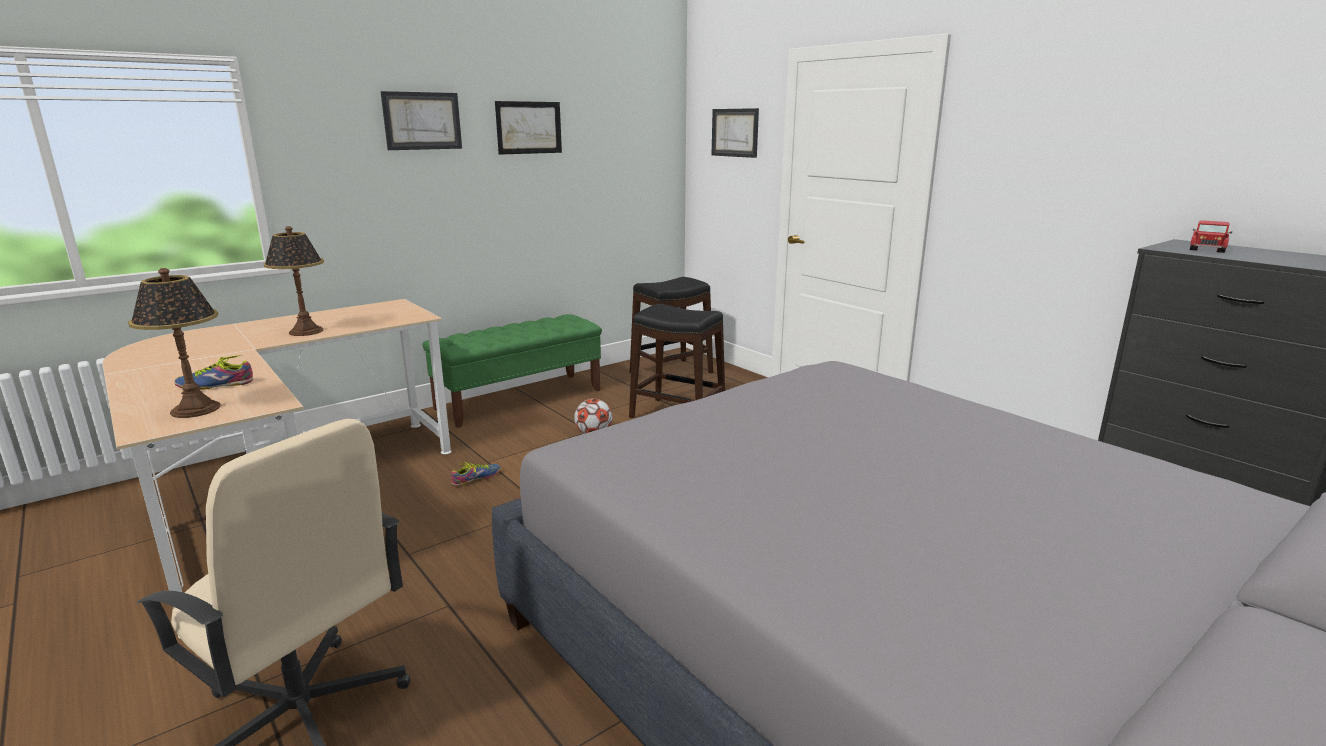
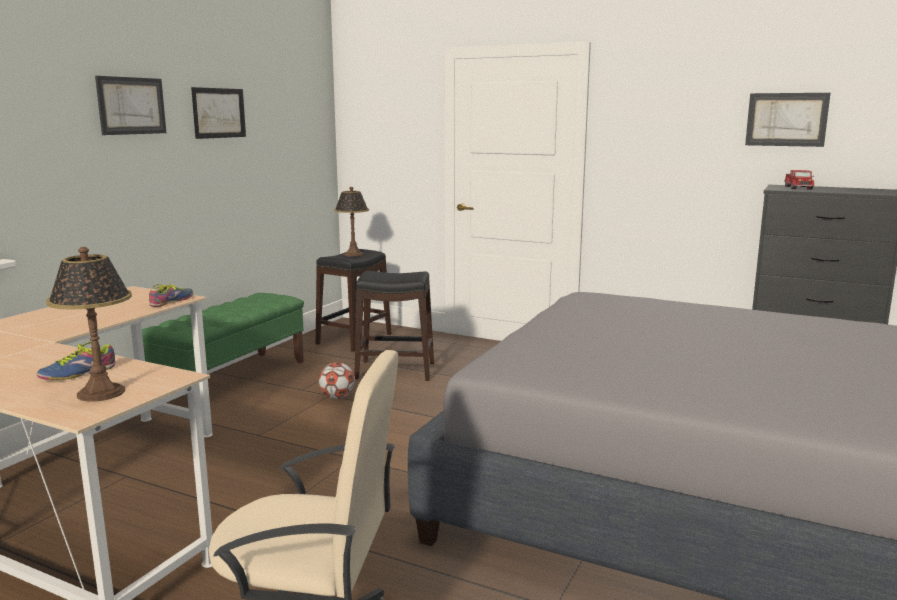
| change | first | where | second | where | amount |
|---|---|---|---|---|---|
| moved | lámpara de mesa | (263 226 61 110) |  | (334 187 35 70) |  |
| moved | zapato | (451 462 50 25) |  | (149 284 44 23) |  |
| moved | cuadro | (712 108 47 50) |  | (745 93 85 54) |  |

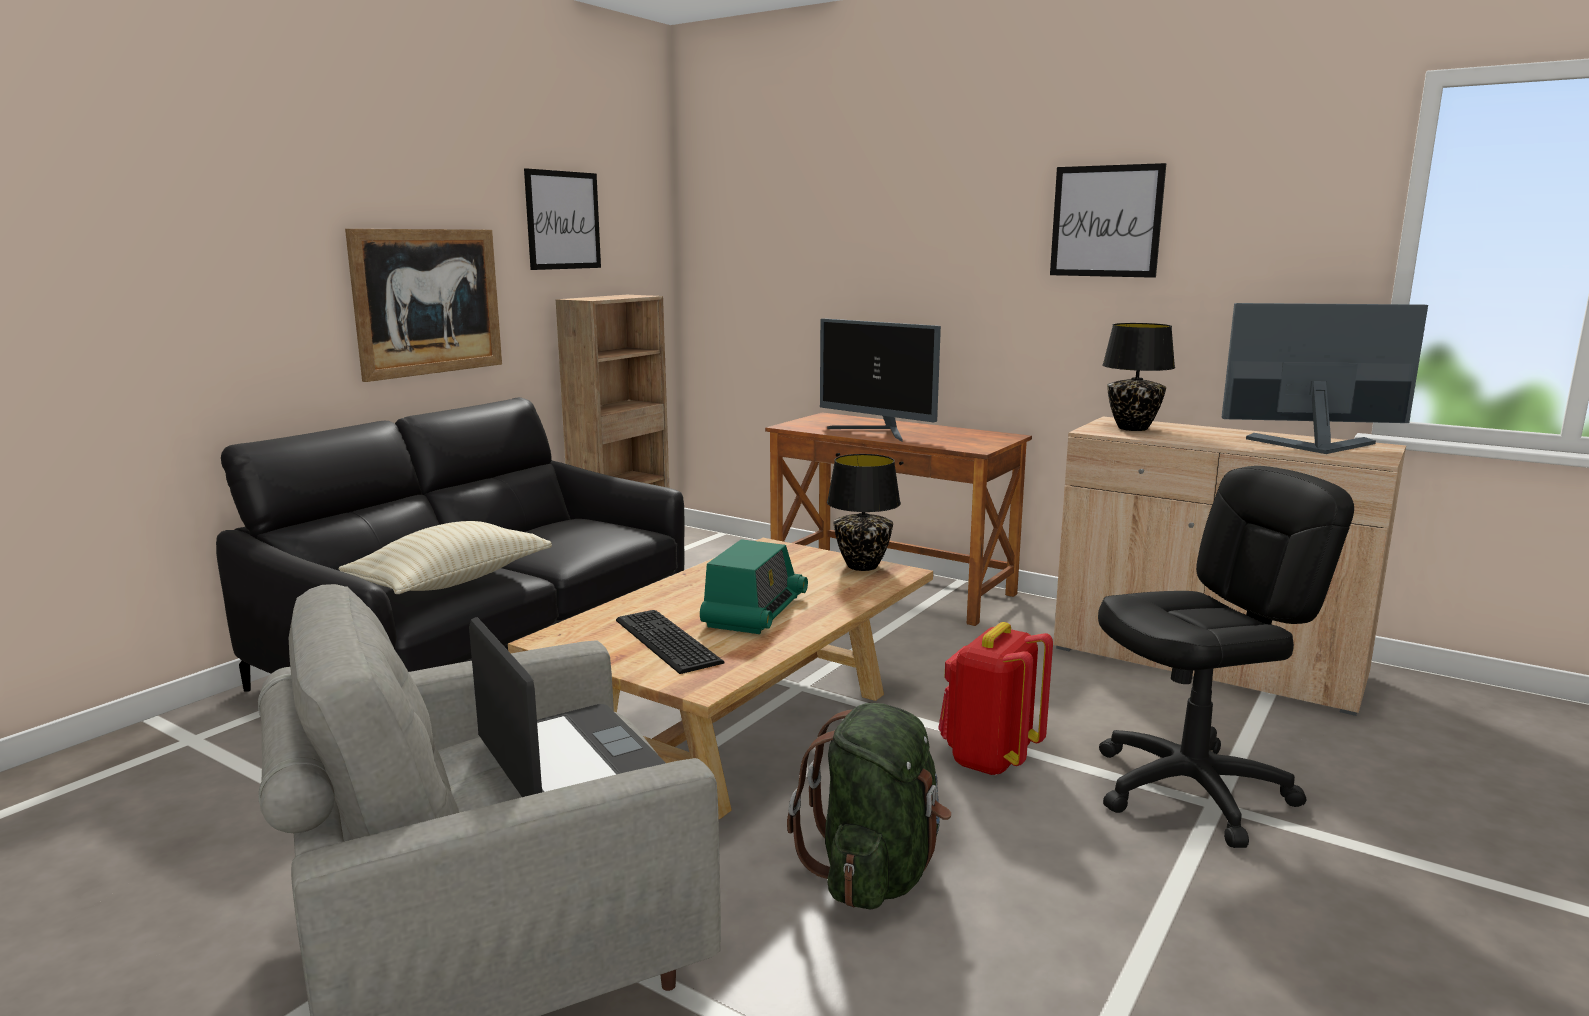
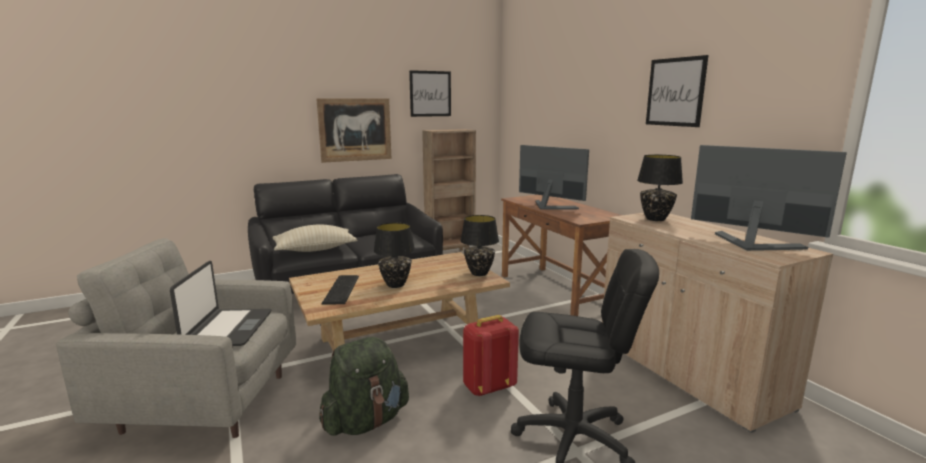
| change | first | where | second | where | amount |
|---|---|---|---|---|---|
| replaced | radio | (700 539 108 95) | lámpara de mesa/negro | (374 223 41 65) |  |
| turned | monitor | (820 318 121 124) |  | (519 145 70 65) | 150 degrees clockwise |

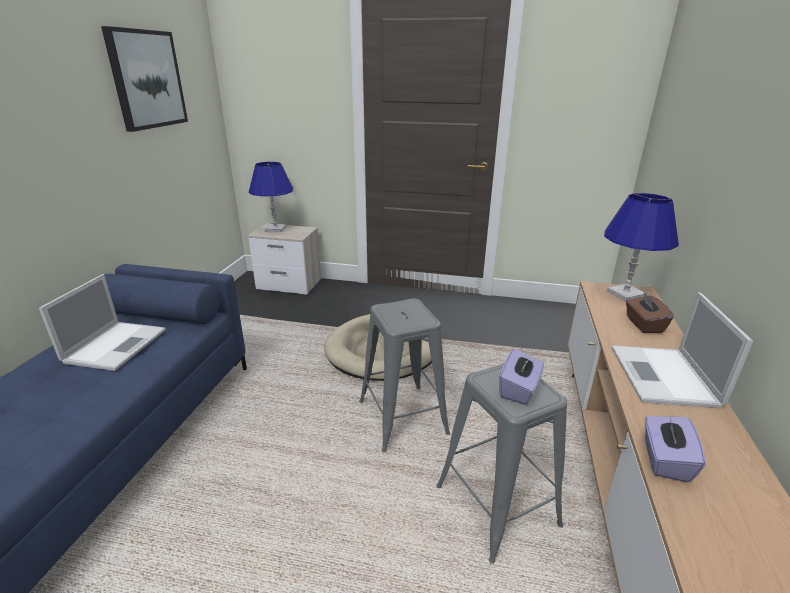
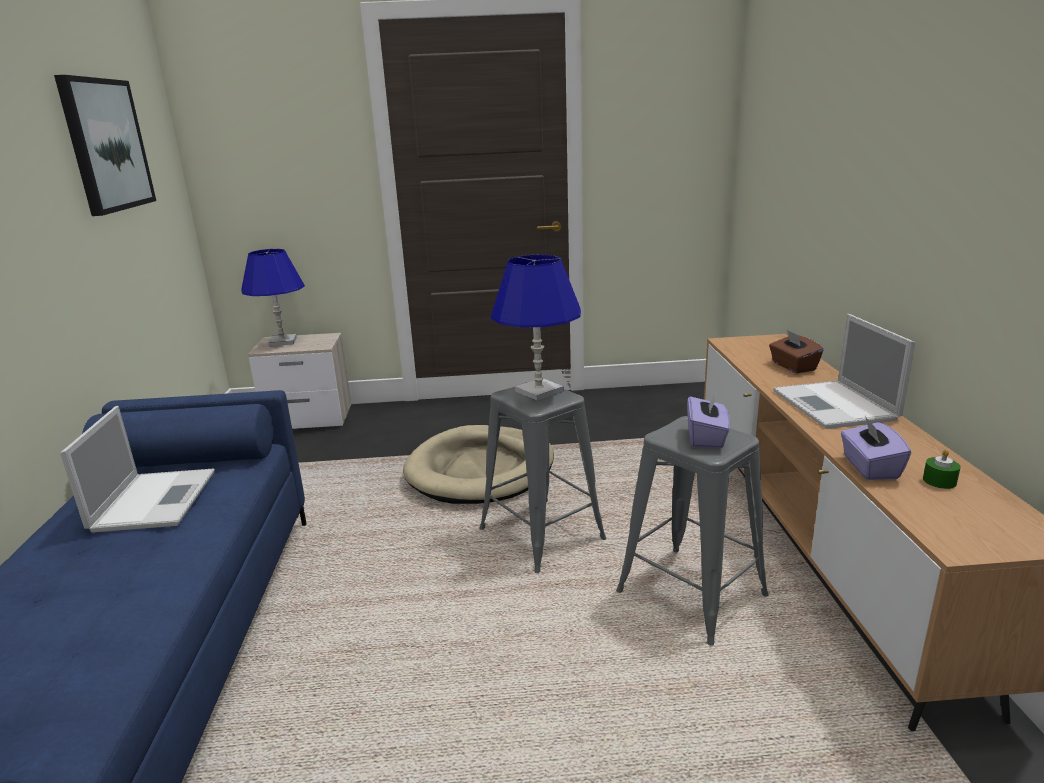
| change | first | where | second | where | amount |
|---|---|---|---|---|---|
| added |  |  | vela/verde | (923 449 38 40) |  |
| moved | lámpara de mesa/azul | (604 193 75 108) |  | (491 254 90 147) |  |

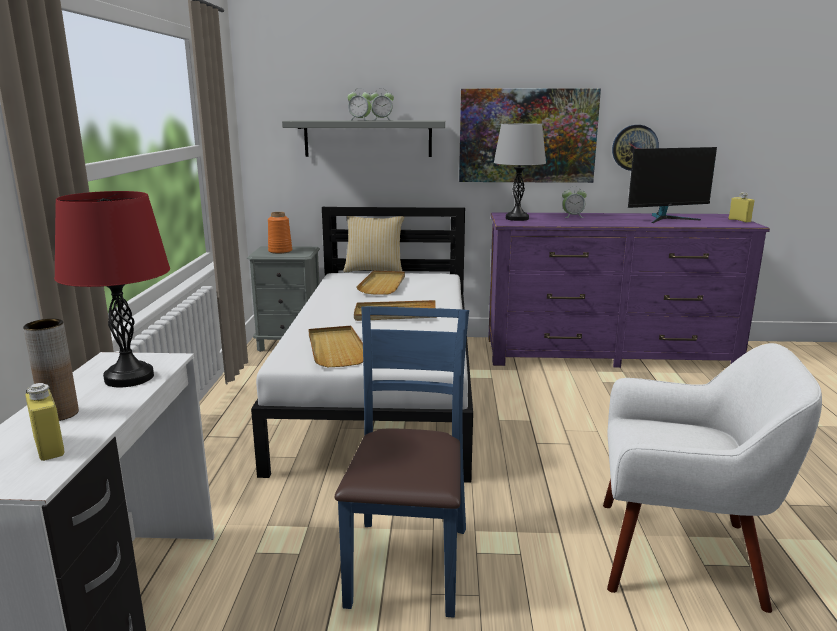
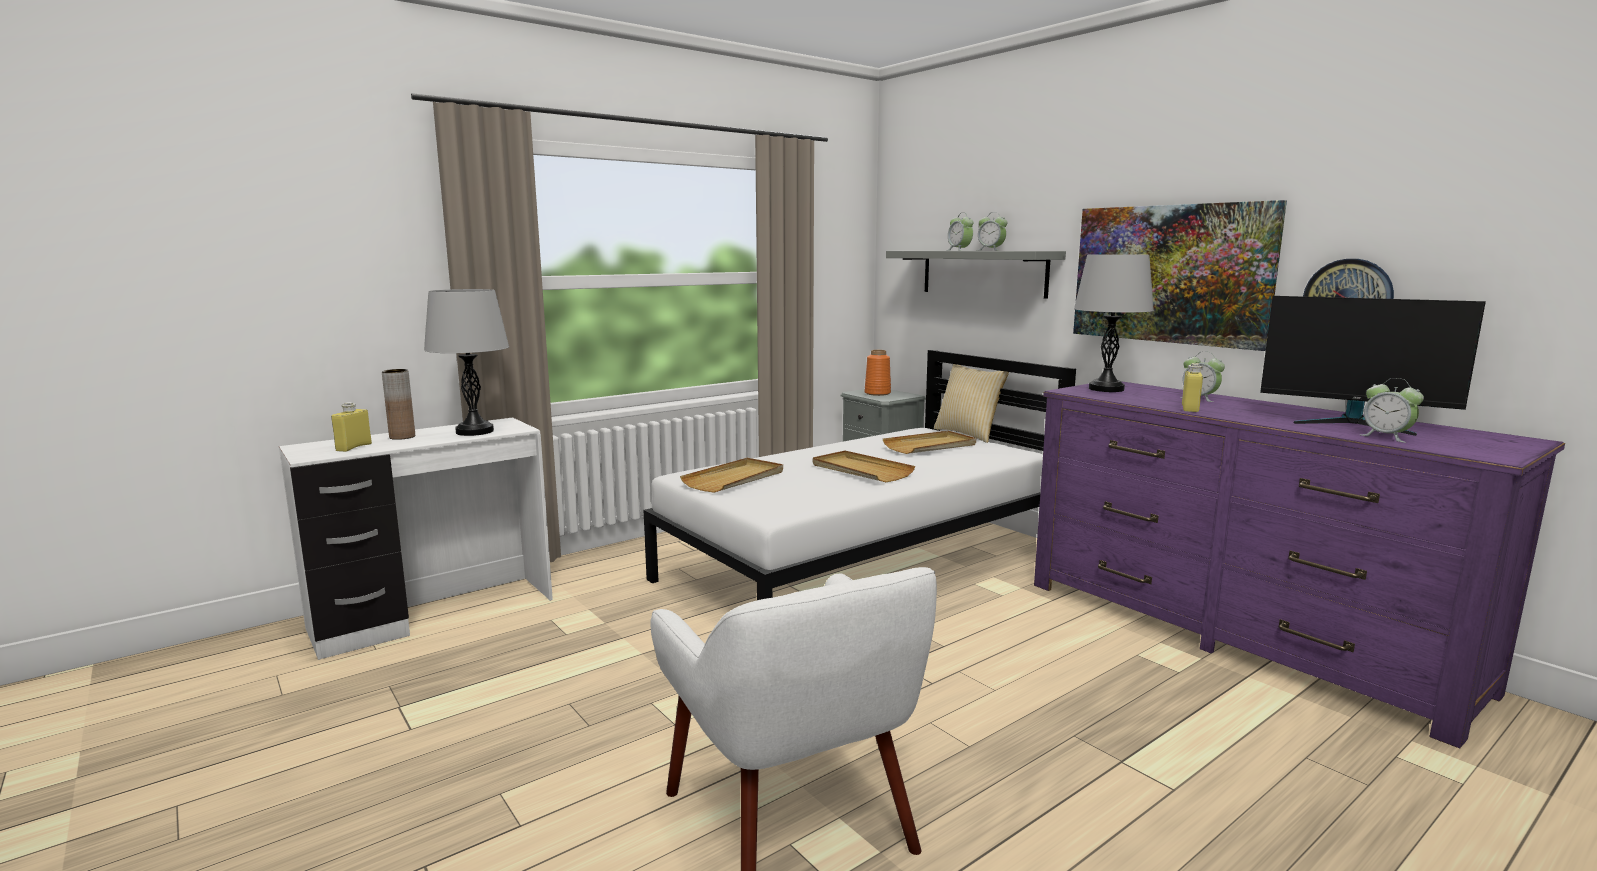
| change | first | where | second | where | amount |
|---|---|---|---|---|---|
| removed | silla/azul | (334 306 135 312) |  |  |  |
| added |  |  | despertador | (1360 378 64 65) |  |
| moved | botella/amarillo | (729 192 25 31) |  | (1182 363 21 49) |  |
| recoloured | lámpara de mesa/rojo | (54 191 116 196) | lámpara de mesa/gris | (424 289 85 147) |  |

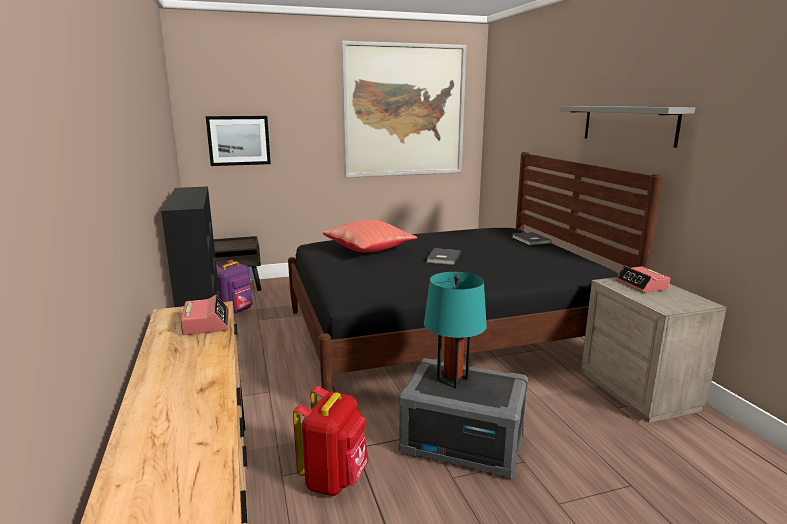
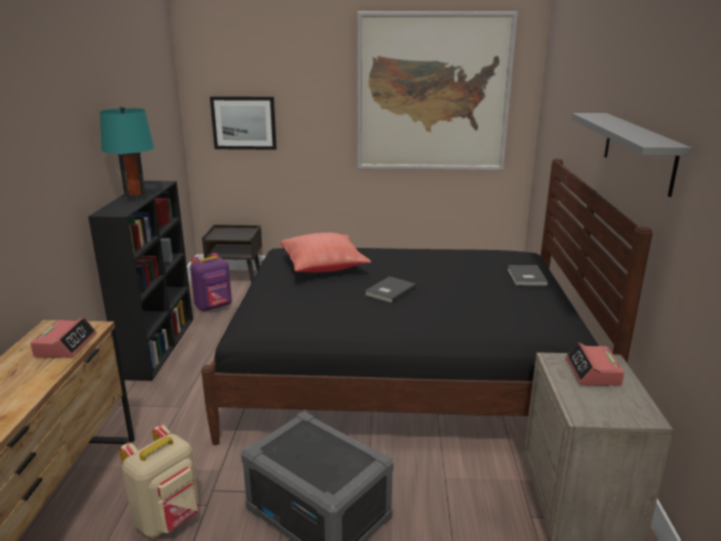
| change | first | where | second | where | amount |
|---|---|---|---|---|---|
| moved | lámpara de mesa/turquesa | (424 272 63 116) |  | (100 106 54 95) |  |
| recoloured | mochila/rojo | (293 386 76 110) | mochila/beis | (120 425 79 113) |  |

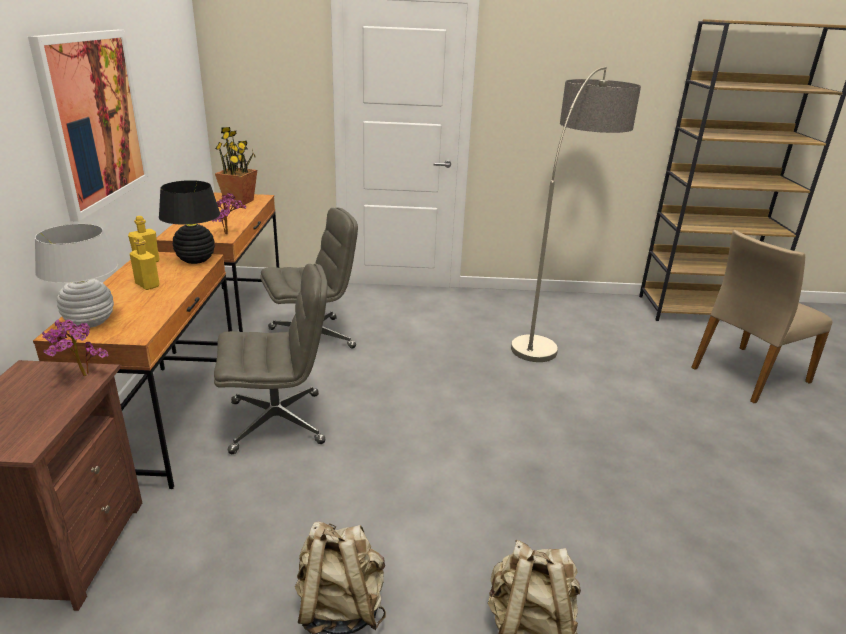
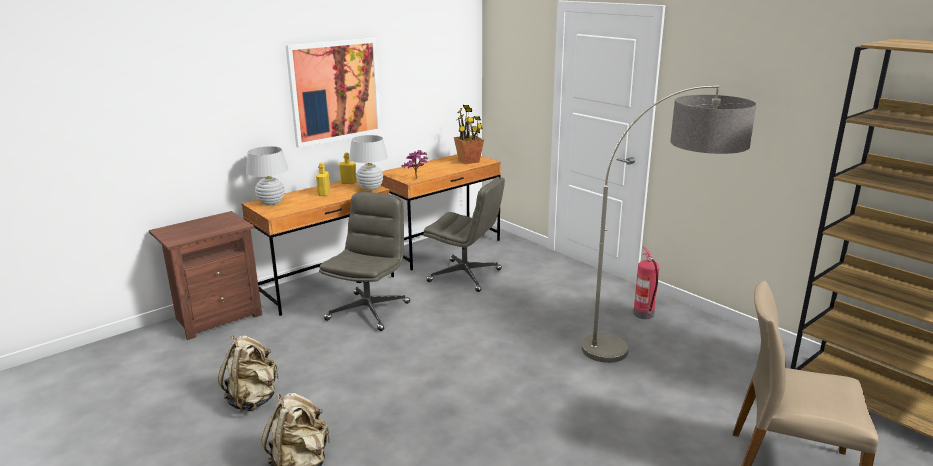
| change | first | where | second | where | amount |
|---|---|---|---|---|---|
| removed | planta en maceta | (42 319 66 57) |  |  |  |
| added |  |  | extintor | (633 247 26 72) |  |
| recoloured | lámpara de mesa/negro | (159 180 61 84) | lámpara de mesa/blanco | (349 135 39 56) |  |
| turned | silla de oficina/gris | (214 264 113 190) |  | (319 192 91 139) | 105 degrees counterclockwise |

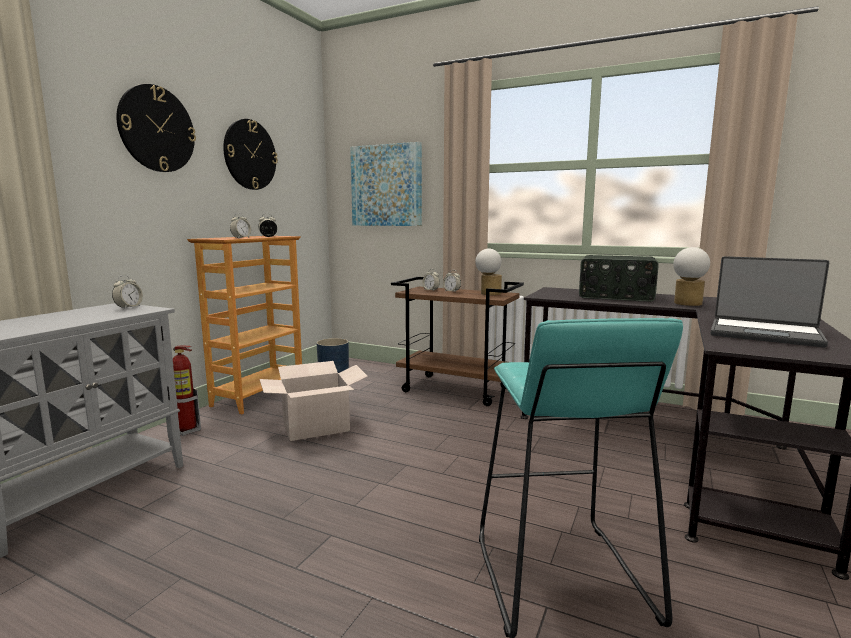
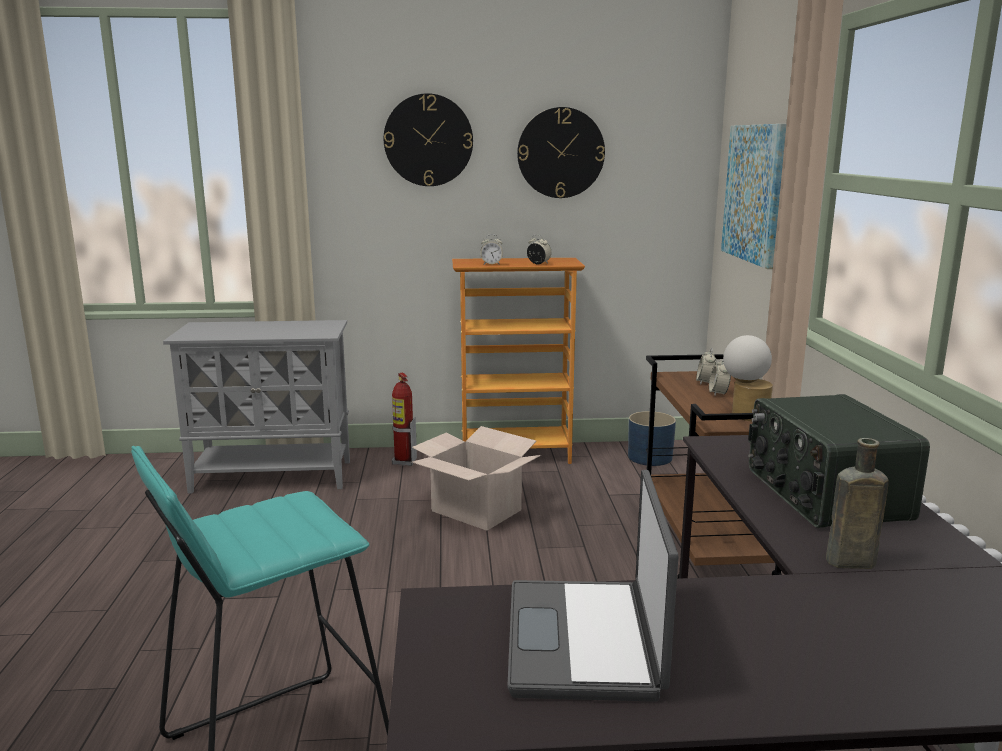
| change | first | where | second | where | amount |
|---|---|---|---|---|---|
| removed | despertador | (112 275 31 34) |  |  |  |
| replaced | lámpara de mesa | (673 247 37 59) | botella/marrón | (826 438 63 131) |  |

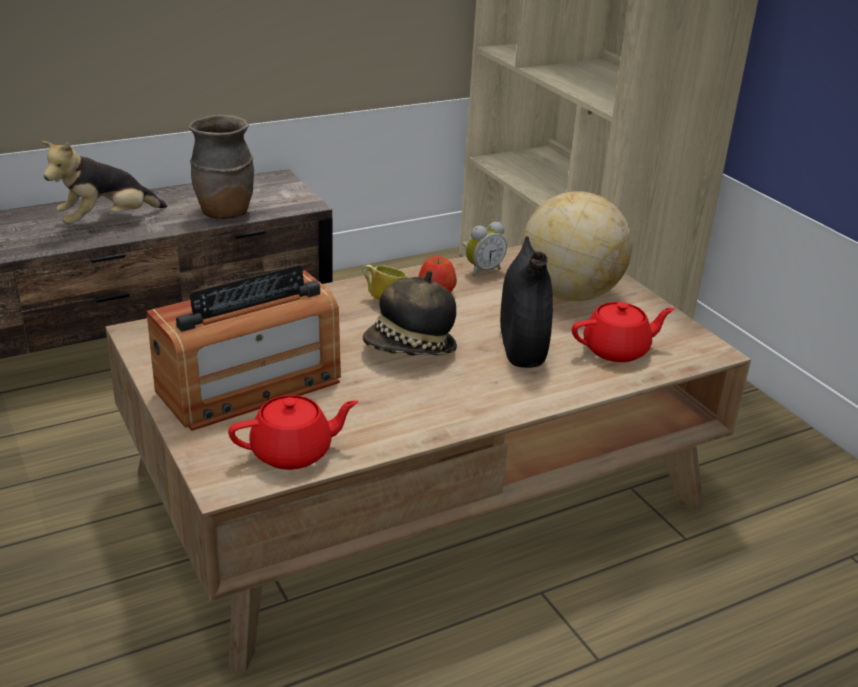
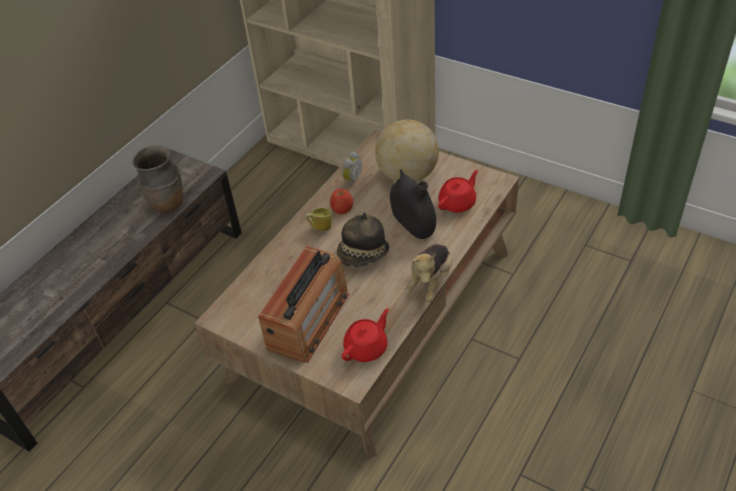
| change | first | where | second | where | amount |
|---|---|---|---|---|---|
| moved | peluche | (41 141 126 84) |  | (405 244 48 58) |  |

